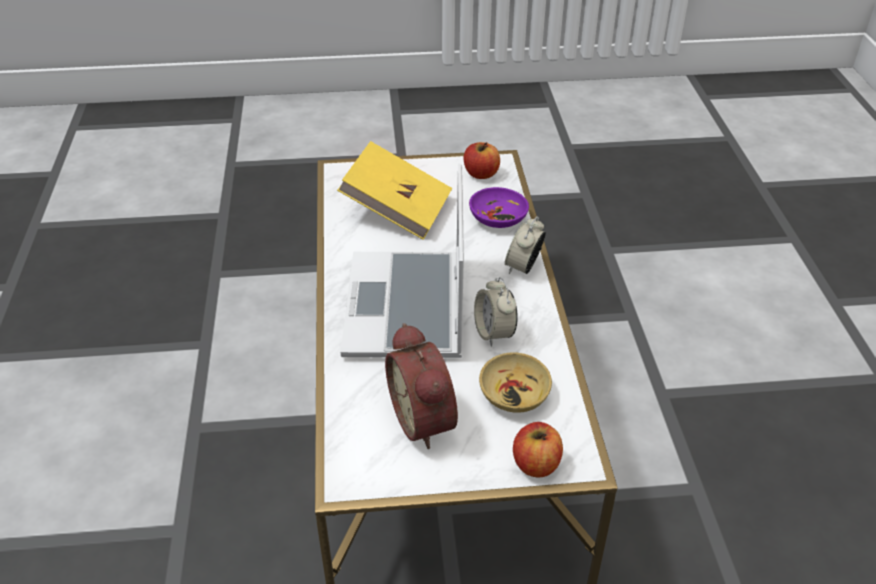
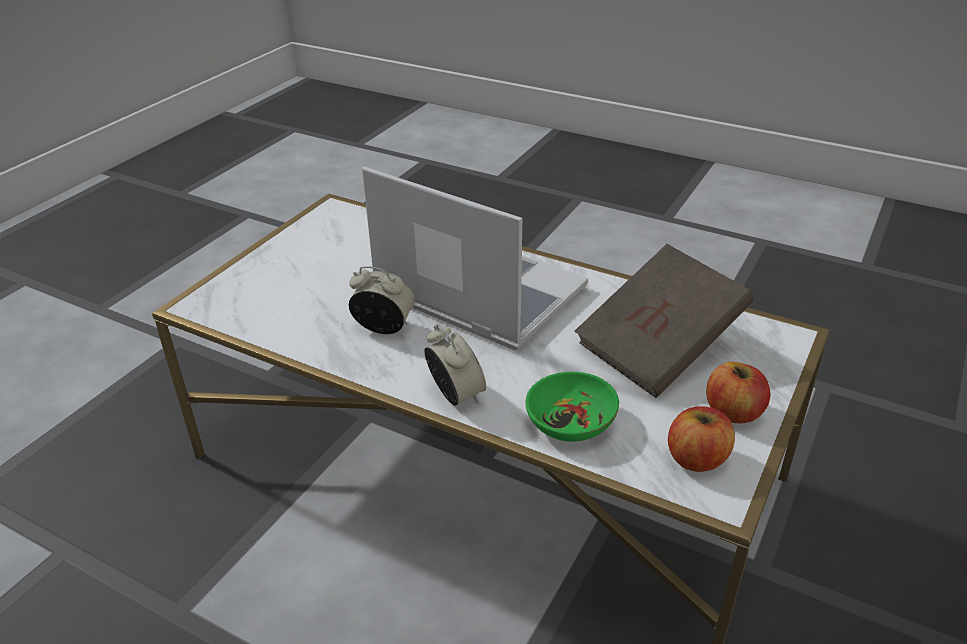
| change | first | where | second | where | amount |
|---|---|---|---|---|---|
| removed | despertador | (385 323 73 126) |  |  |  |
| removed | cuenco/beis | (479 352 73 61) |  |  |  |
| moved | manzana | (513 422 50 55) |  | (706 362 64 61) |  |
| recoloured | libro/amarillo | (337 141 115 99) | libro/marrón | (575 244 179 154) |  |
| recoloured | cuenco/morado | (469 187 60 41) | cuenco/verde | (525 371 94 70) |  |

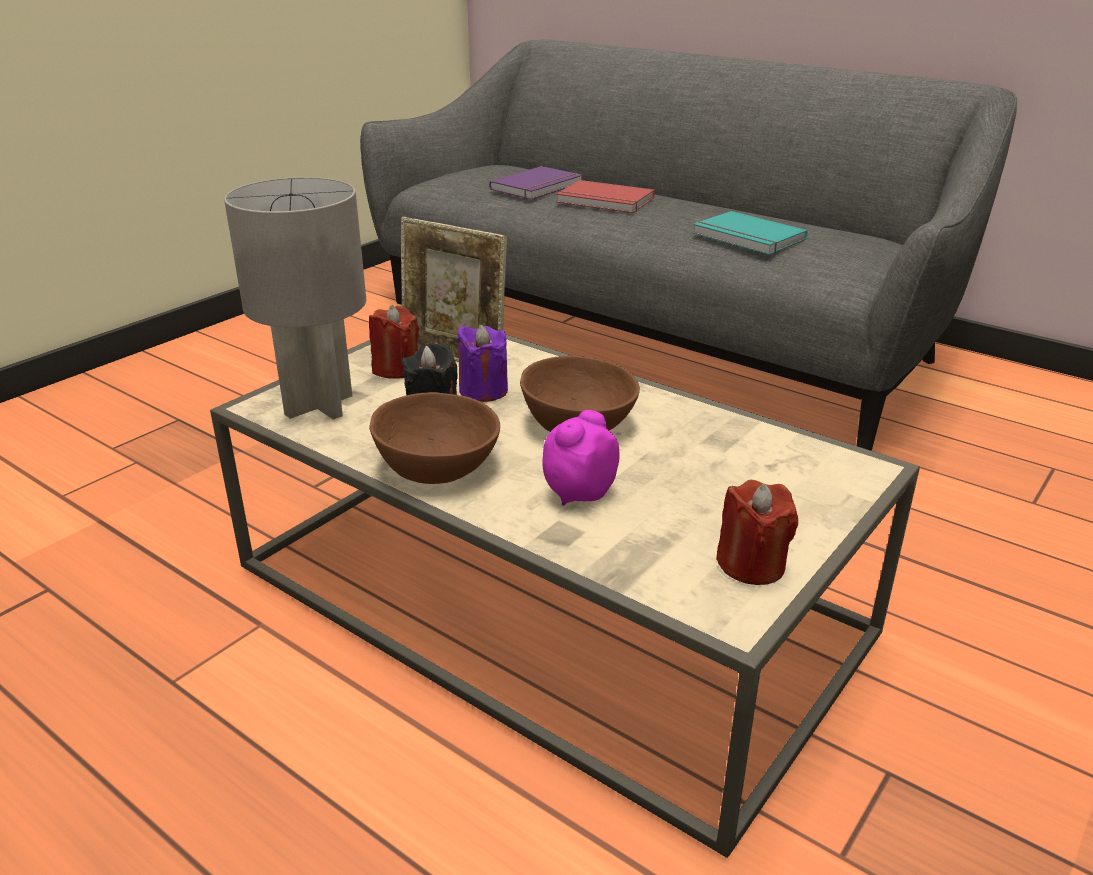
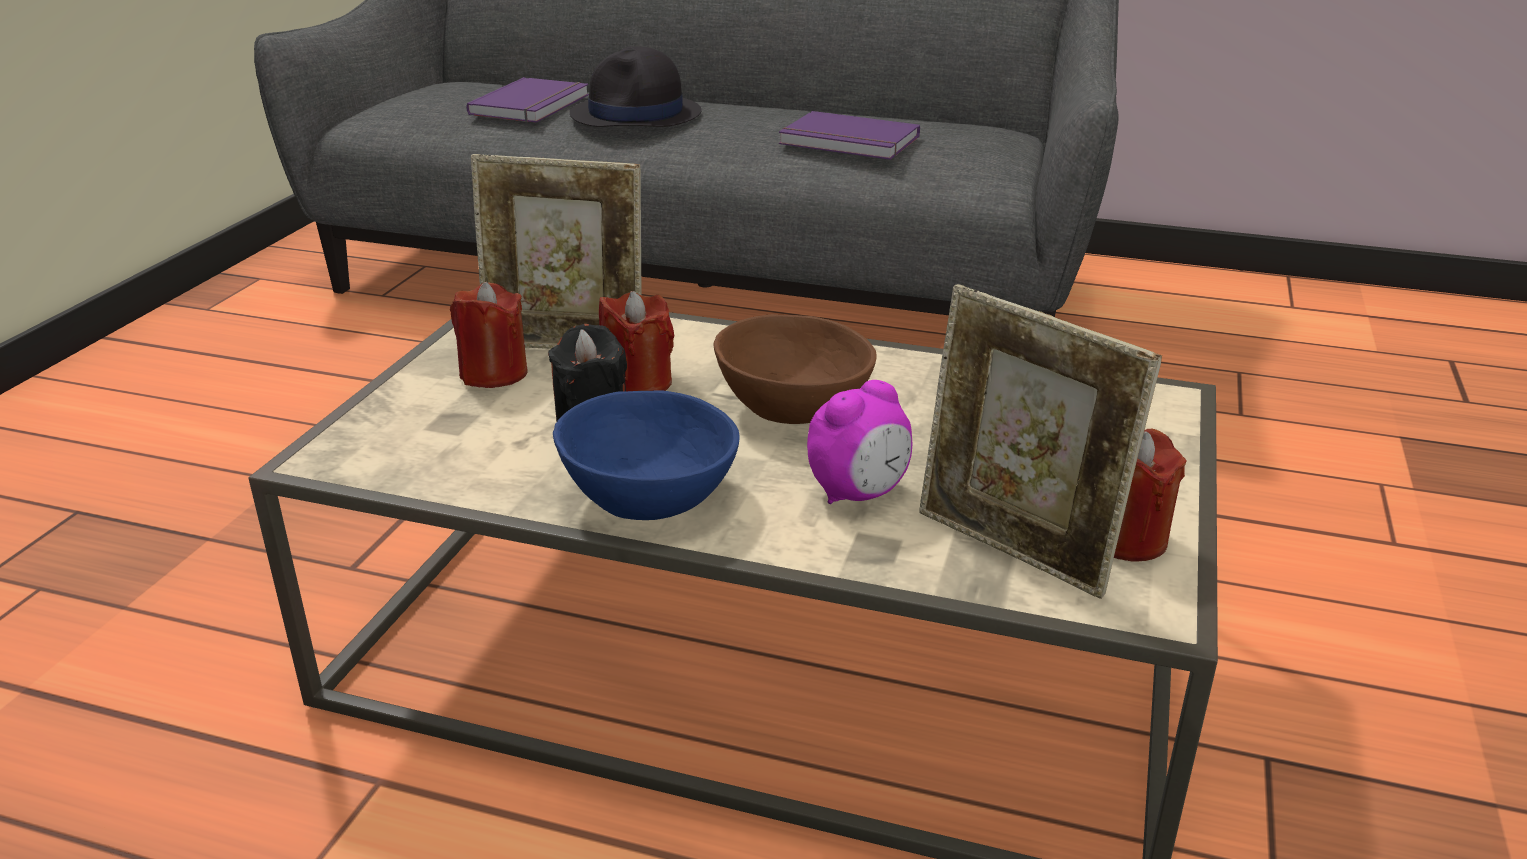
| change | first | where | second | where | amount |
|---|---|---|---|---|---|
| removed | lámpara de mesa/gris | (224 177 142 243) |  |  |  |
| added |  |  | portarretratos | (919 284 243 315) |  |
| replaced | libro/rojo | (556 180 99 33) | sombrero/negro | (570 46 131 81) |  |
| recoloured | cuenco/marrón | (369 392 131 92) | cuenco/azul | (553 390 187 130) |  |
| recoloured | vela/morado | (457 325 51 77) | vela/rojo | (599 291 75 100) |  |
| recoloured | libro/turquesa | (693 211 115 44) | libro/morado | (779 111 141 49) |  |
| turned | despertador | (543 410 76 96) |  | (807 380 105 125) | 150 degrees counterclockwise |

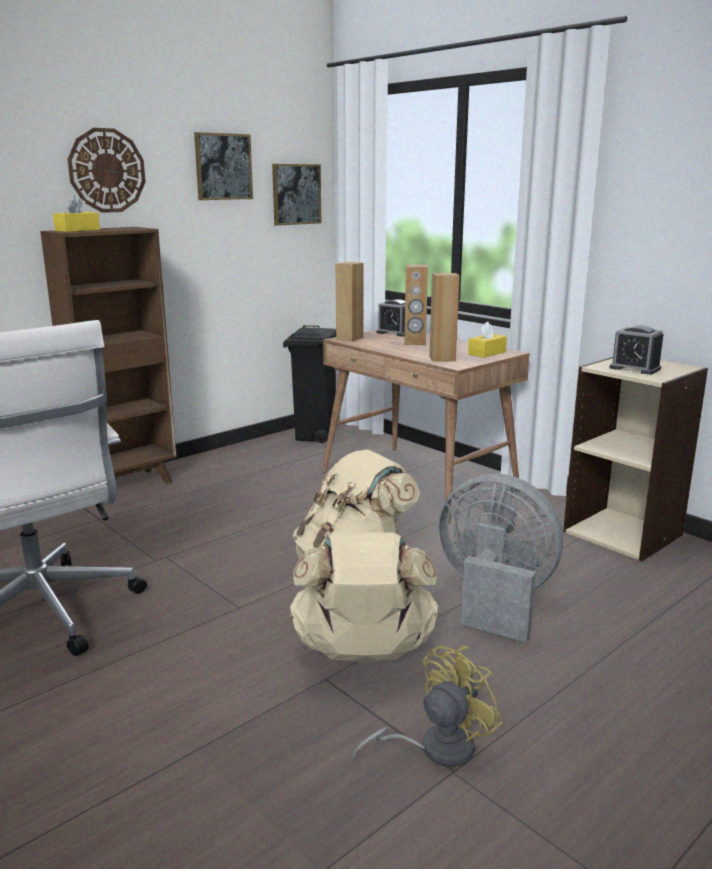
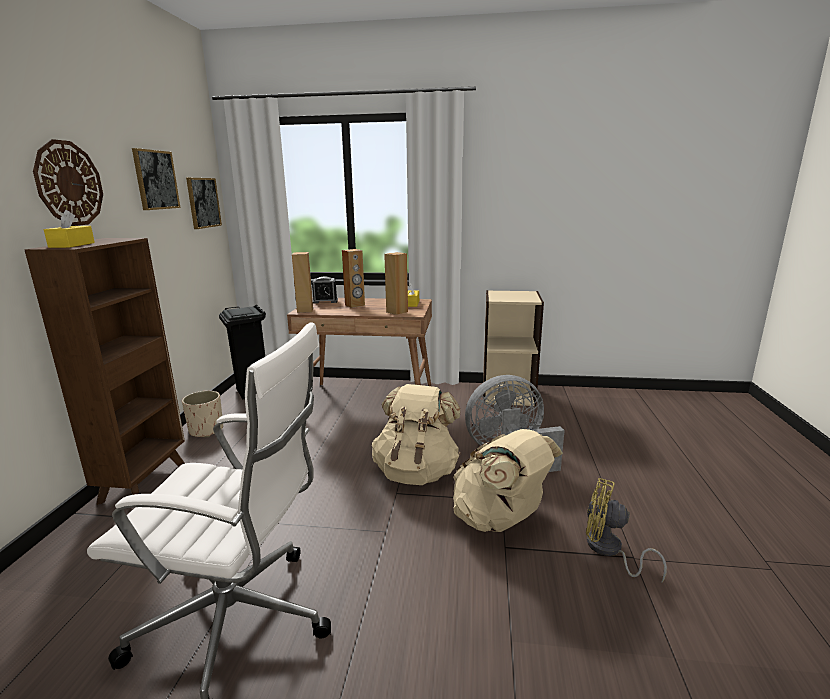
| change | first | where | second | where | amount |
|---|---|---|---|---|---|
| removed | despertador | (610 325 53 50) |  |  |  |
| added |  |  | maceta/beis | (182 391 41 46) |  |
| turned | ventilador/amarillo | (353 645 150 122) |  | (586 478 81 105) | 75 degrees counterclockwise |

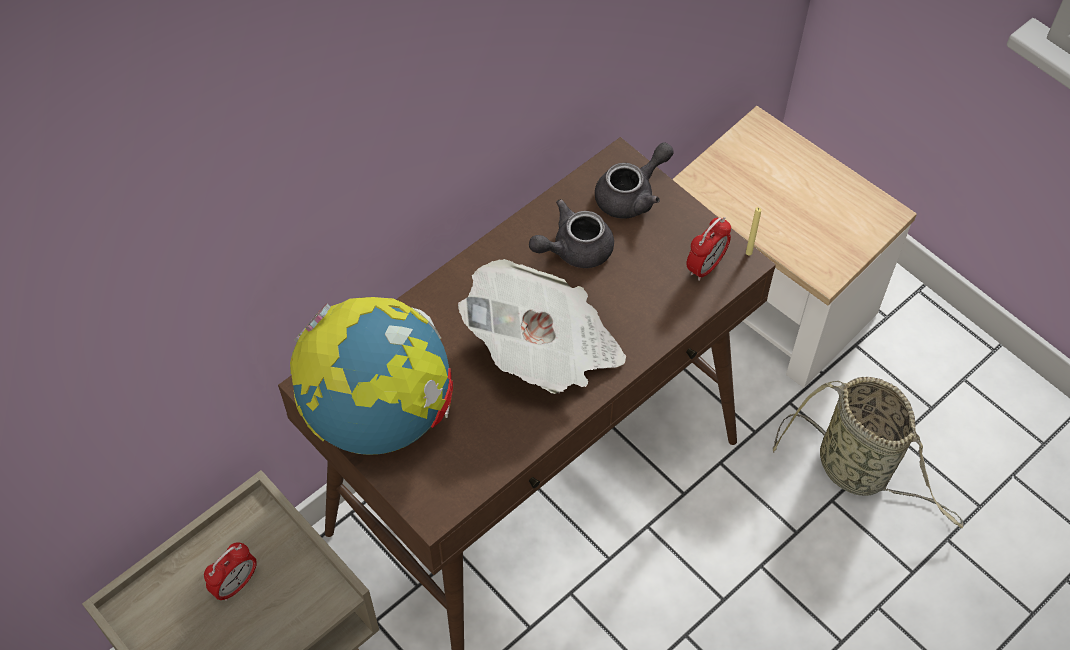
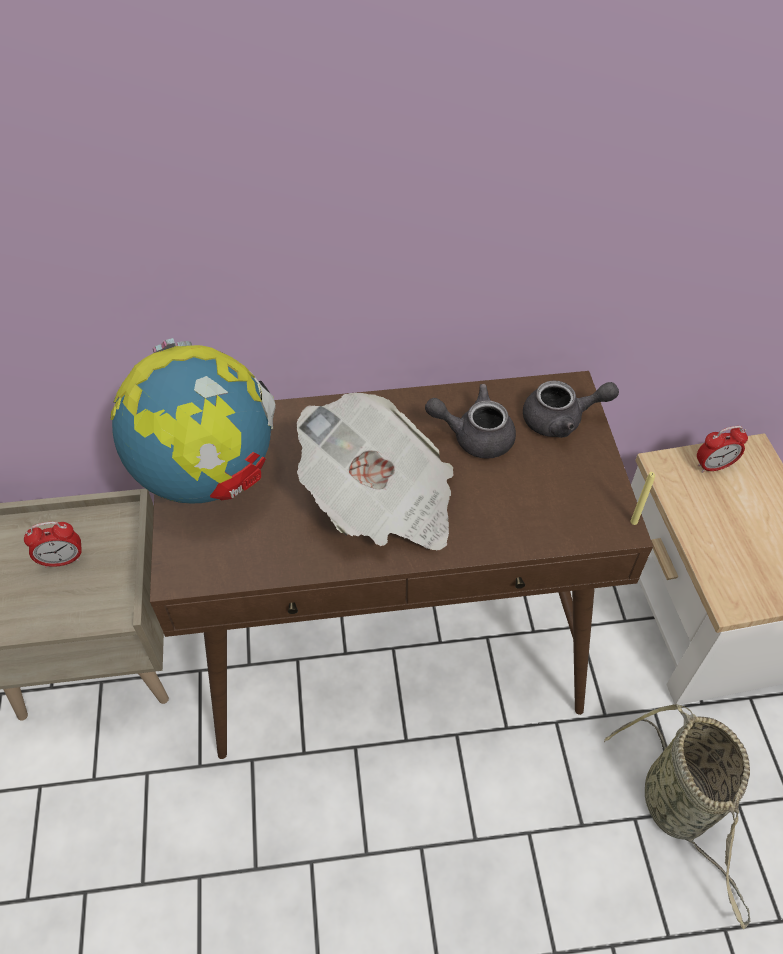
| change | first | where | second | where | amount |
|---|---|---|---|---|---|
| moved | despertador | (686 217 45 64) |  | (697 426 51 47) |  |

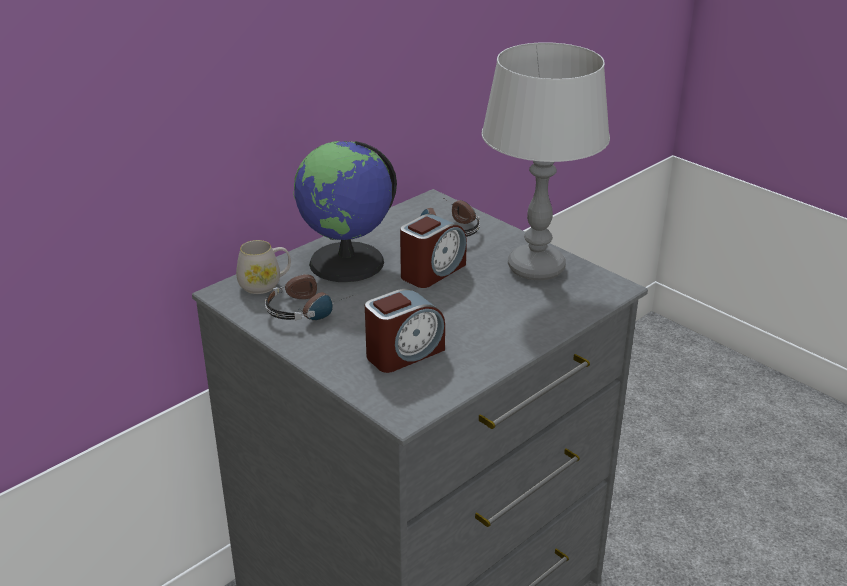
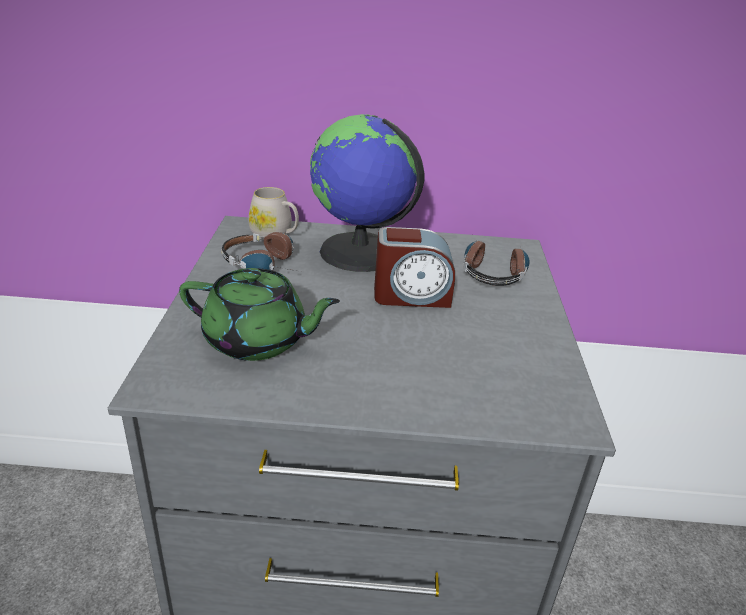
| change | first | where | second | where | amount |
|---|---|---|---|---|---|
| removed | lámpara de mesa/gris | (481 42 129 238) |  |  |  |
| replaced | despertador | (365 289 80 84) | tetera/verde | (179 268 161 93) |  |

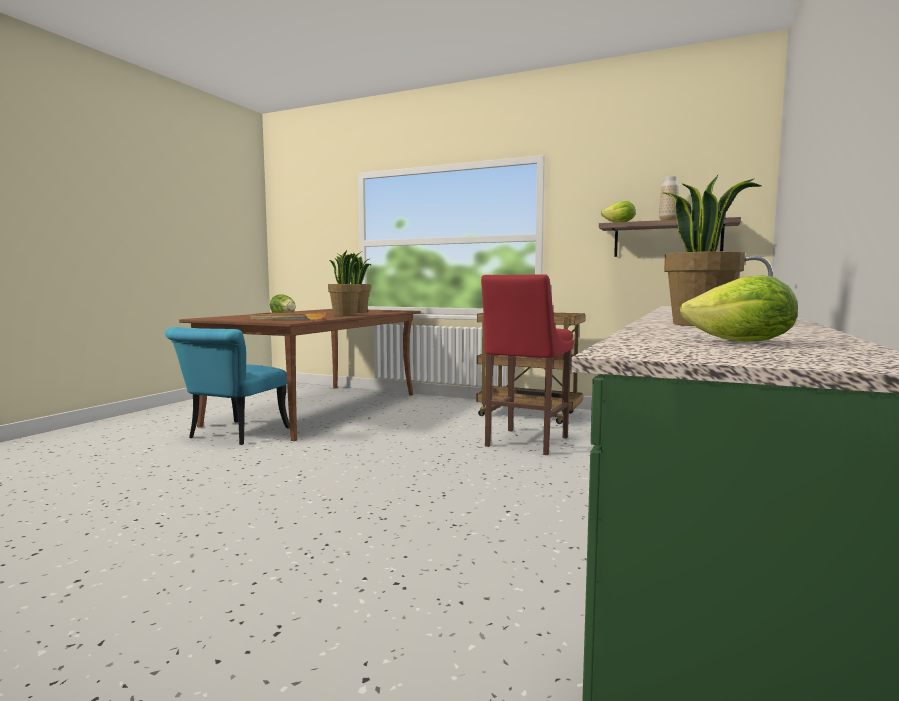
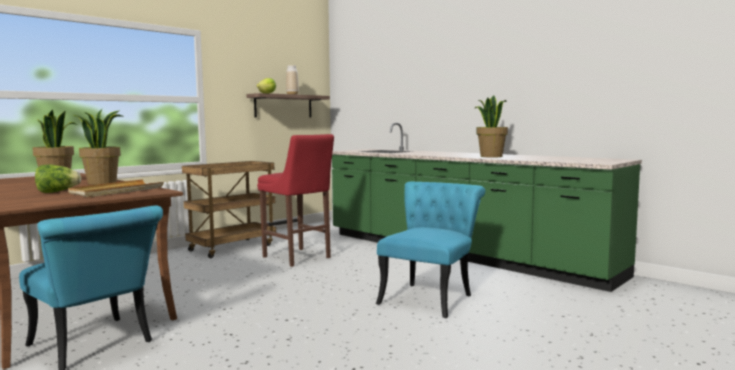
| change | first | where | second | where | amount |
|---|---|---|---|---|---|
| removed | lechuga | (680 275 118 67) |  |  |  |
| added |  |  | silla/turquesa | (376 182 109 136) |  |

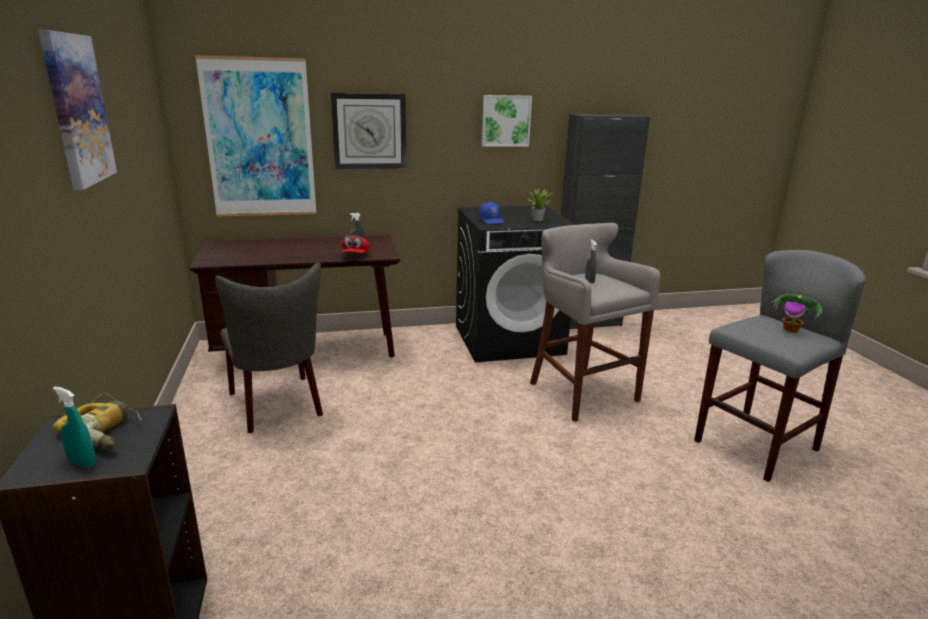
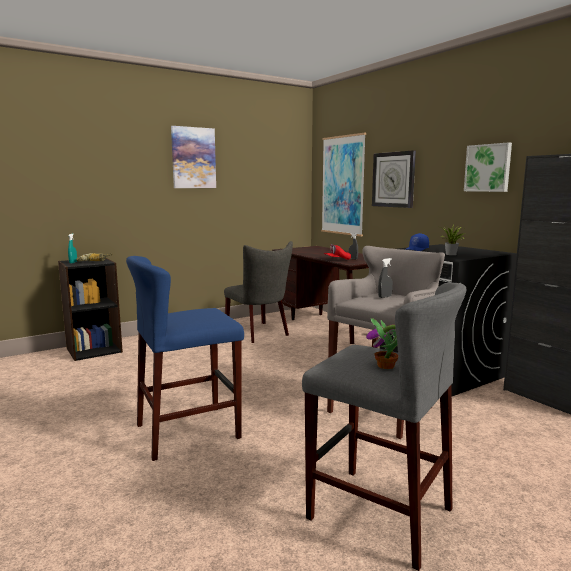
| change | first | where | second | where | amount |
|---|---|---|---|---|---|
| added |  |  | taburete/azul | (126 256 118 205) |  |
| turned | silla/gris | (215 263 108 170) |  | (224 241 69 102) | 75 degrees counterclockwise |

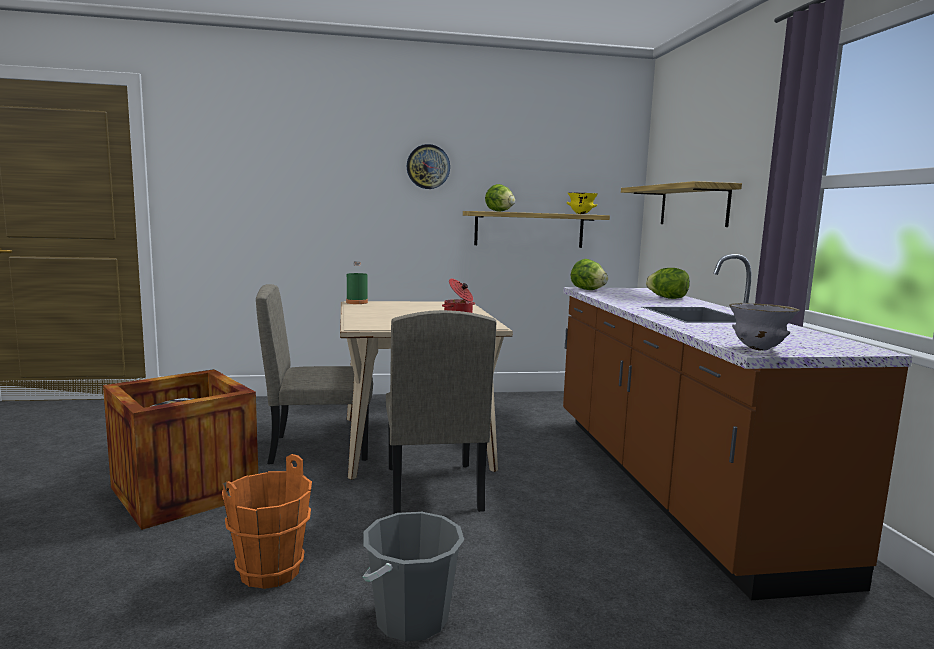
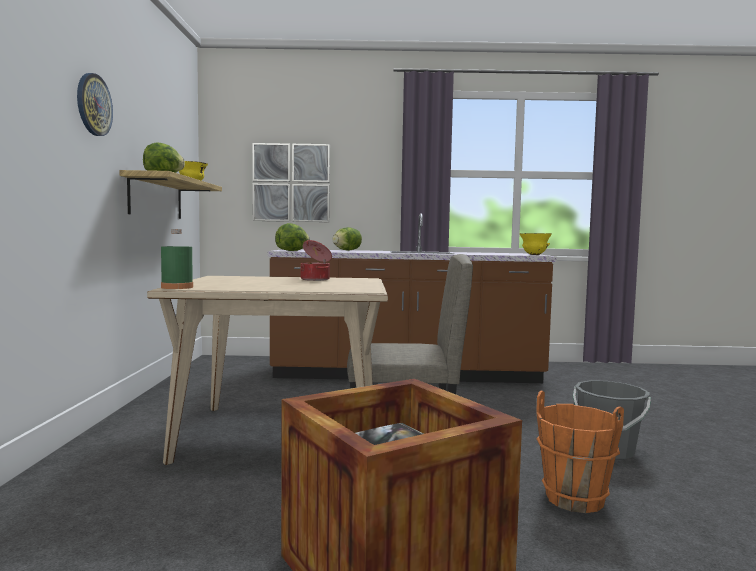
| change | first | where | second | where | amount |
|---|---|---|---|---|---|
| removed | silla/beis | (256 284 117 180) |  |  |  |
| replaced | estante | (621 181 121 46) | cuadro | (252 143 78 79) |  |
| recoloured | cuenco/gris | (729 303 71 47) | cuenco/amarillo | (519 233 33 22) |  |

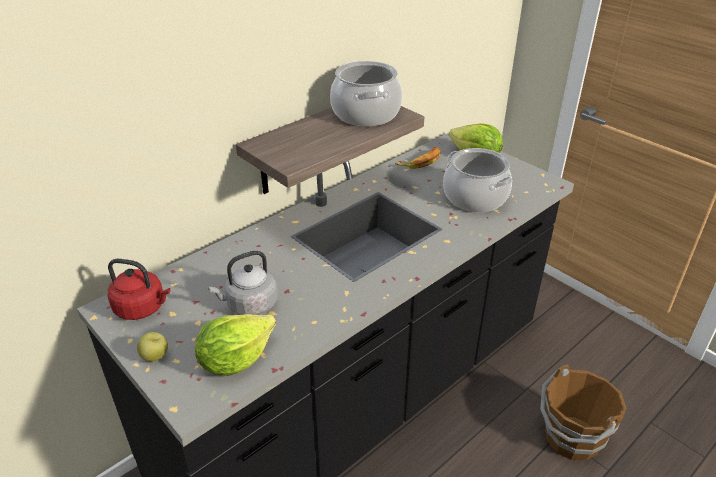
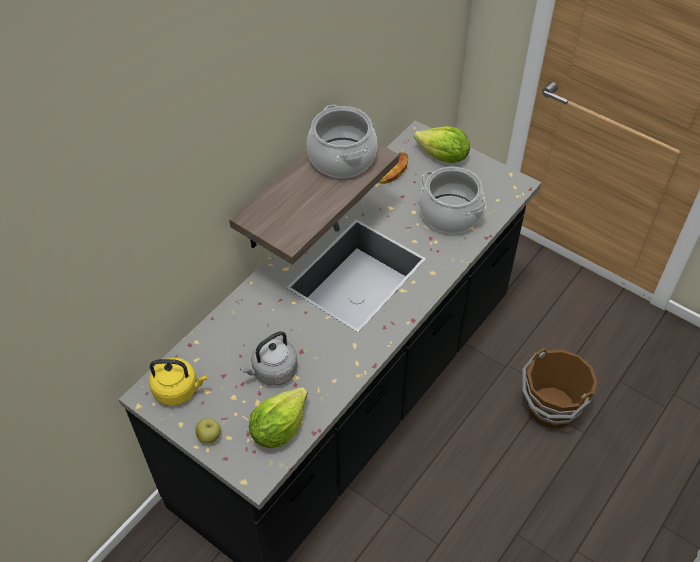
| change | first | where | second | where | amount |
|---|---|---|---|---|---|
| recoloured | hervidor/rojo | (108 259 62 61) | hervidor/amarillo | (149 358 58 48) |  |

